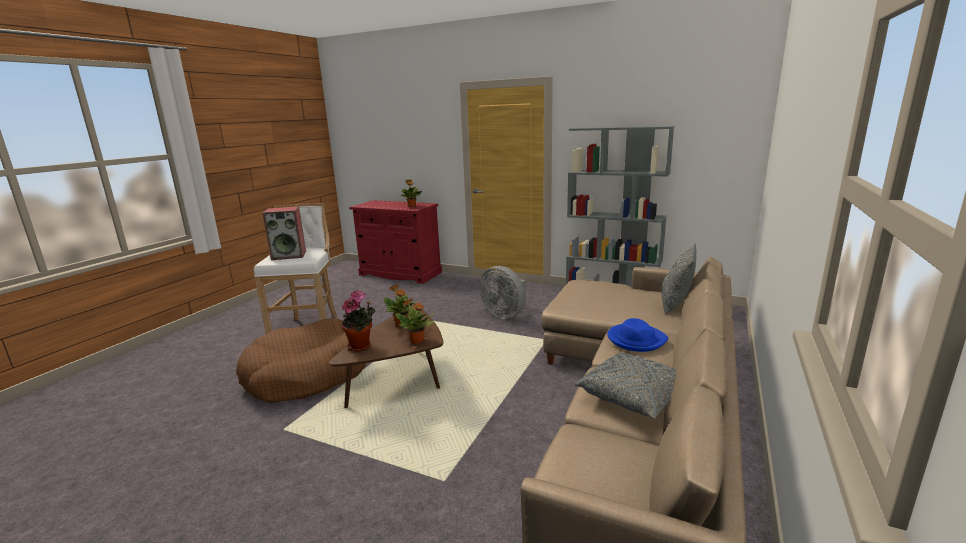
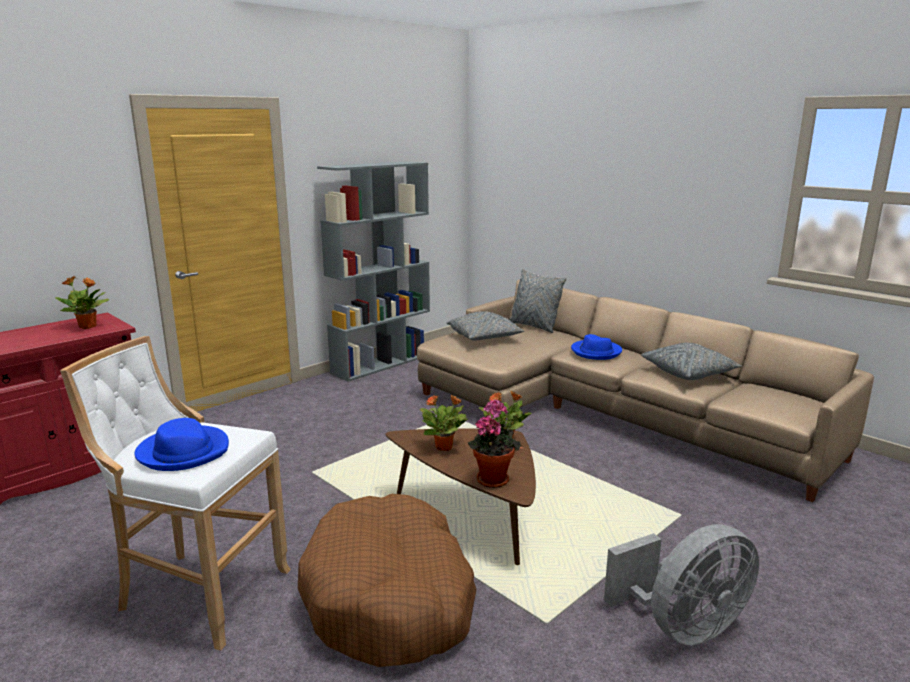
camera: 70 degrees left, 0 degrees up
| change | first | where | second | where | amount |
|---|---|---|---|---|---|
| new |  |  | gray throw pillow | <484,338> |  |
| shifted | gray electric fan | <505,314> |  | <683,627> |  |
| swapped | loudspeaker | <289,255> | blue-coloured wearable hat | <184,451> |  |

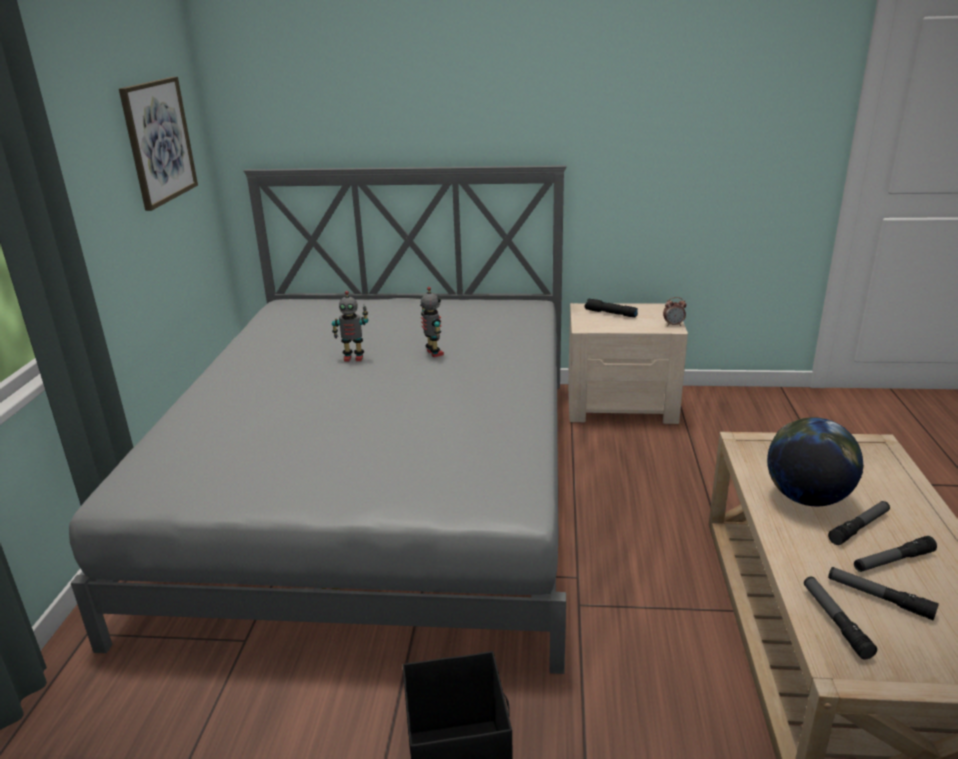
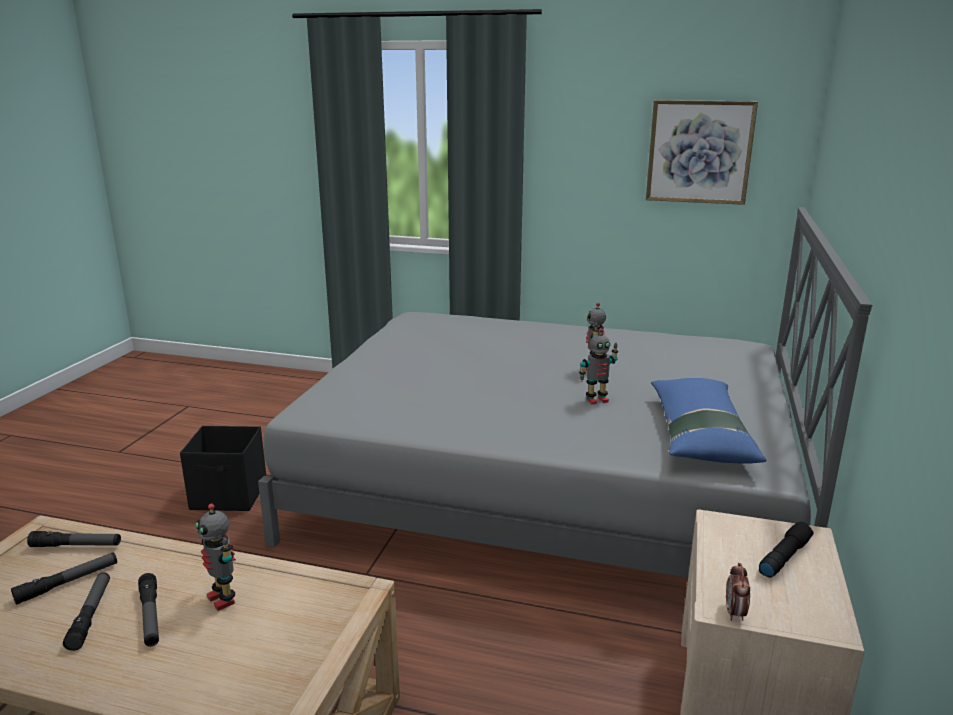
camera: 100 degrees right, 5 degrees down
| change | first | where | second | where | amount |
|---|---|---|---|---|---|
| new |  |  | blue-coloured throw pillow | <699,433> |  |
| swapped | globe | <807,498> | robot figure | <223,599> |  |

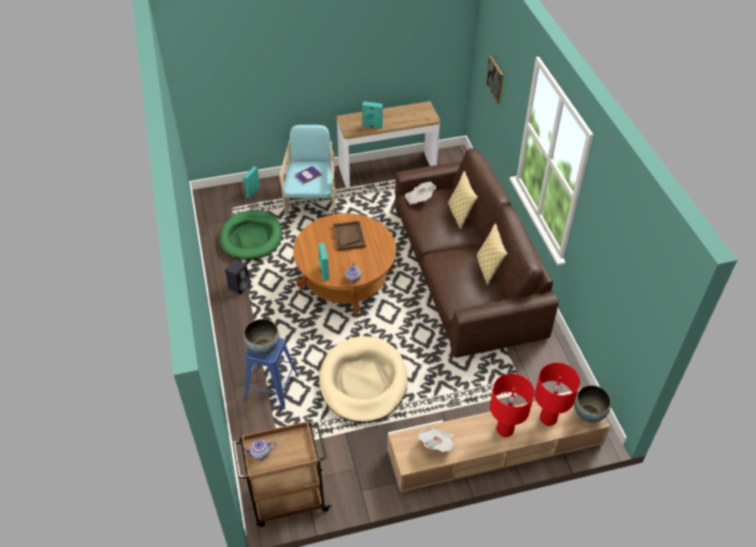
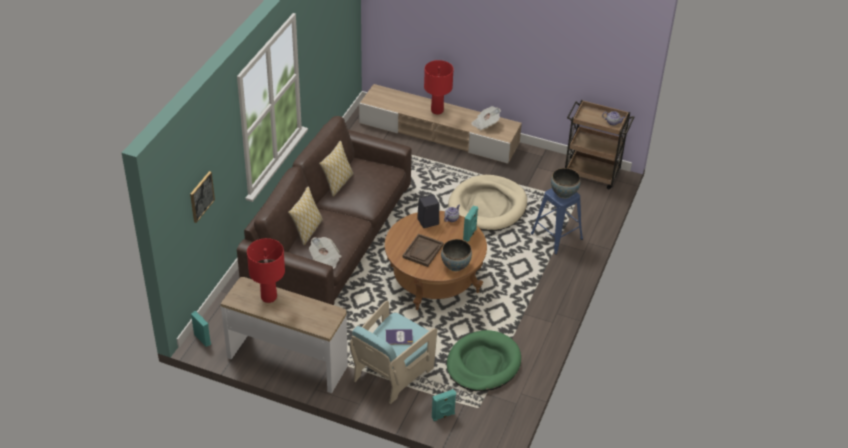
camera: 145 degrees left, 5 degrees down
| change | first | where | second | where | amount |
|---|---|---|---|---|---|
| shifted | blackish loudspeaker | <239,286> |  | <427,222> |  |
| shifted | blue-green loudspeaker | <372,126> |  | <203,339> |  |
| shifted | reddish tabletop lamp | <548,419> |  | <269,297> |  |
| shifted | bowl | <588,414> |  | <455,266> |  |

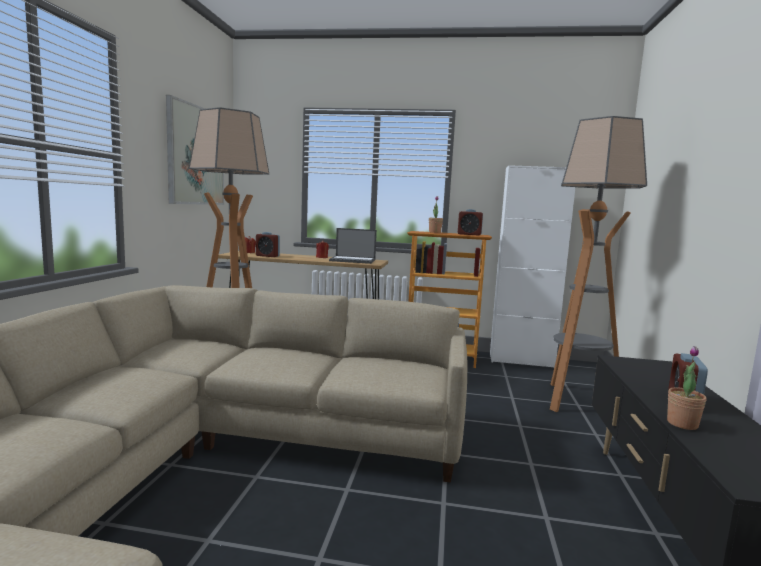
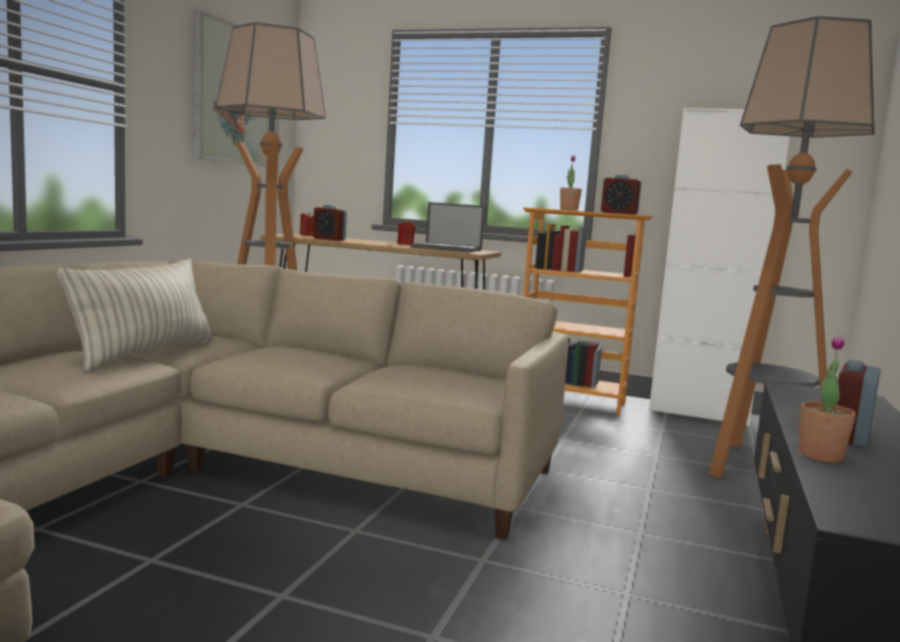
camera: 10 degrees right, 0 degrees up
| change | first | where | second | where | amount |
|---|---|---|---|---|---|
| new |  |  | throw pillow | <145,354> |  |

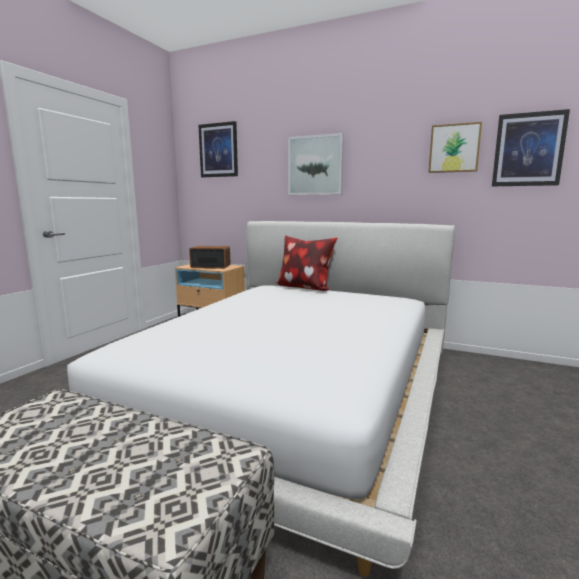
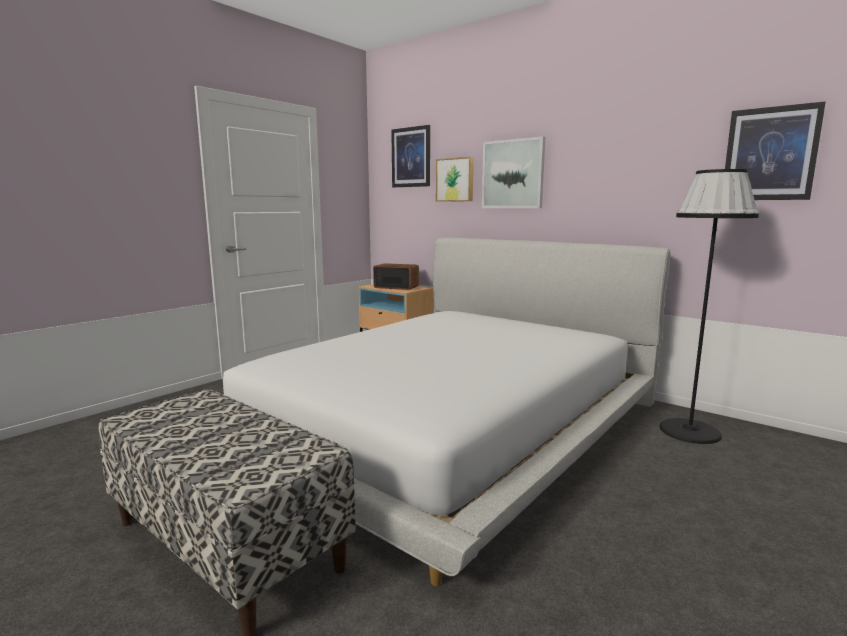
camera: 15 degrees right, 0 degrees up
| change | first | where | second | where | amount |
|---|---|---|---|---|---|
| gone | throw pillow | <304,288> |  |  |  |
| new |  |  | blackish floor lamp | <689,431> |  |
| shifted | wall art | <454,148> |  | <455,180> |  |

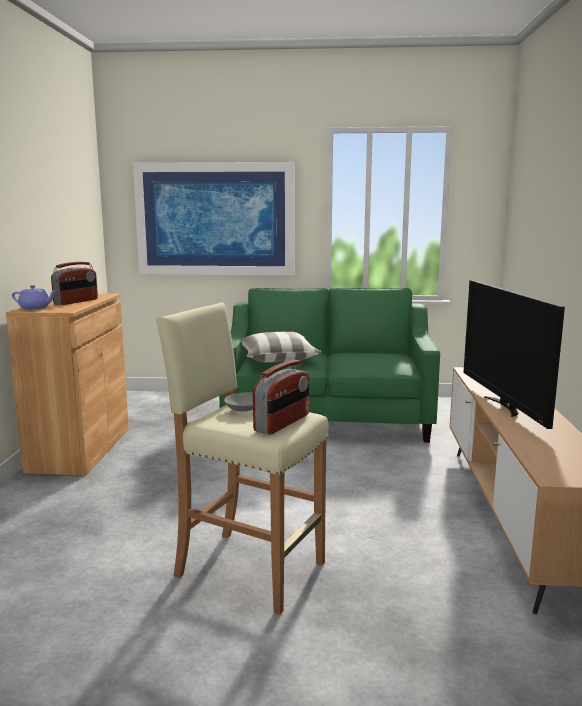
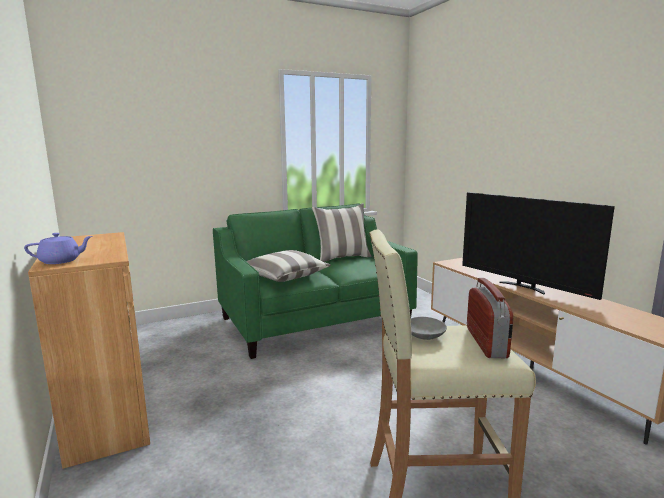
camera: 30 degrees left, 0 degrees up
| change | first | where | second | where | amount |
|---|---|---|---|---|---|
| gone | radio | <76,302> |  |  |  |
| gone | wall art | <215,219> |  |  |  |
| new |  |  | throw pillow | <342,258> |  |

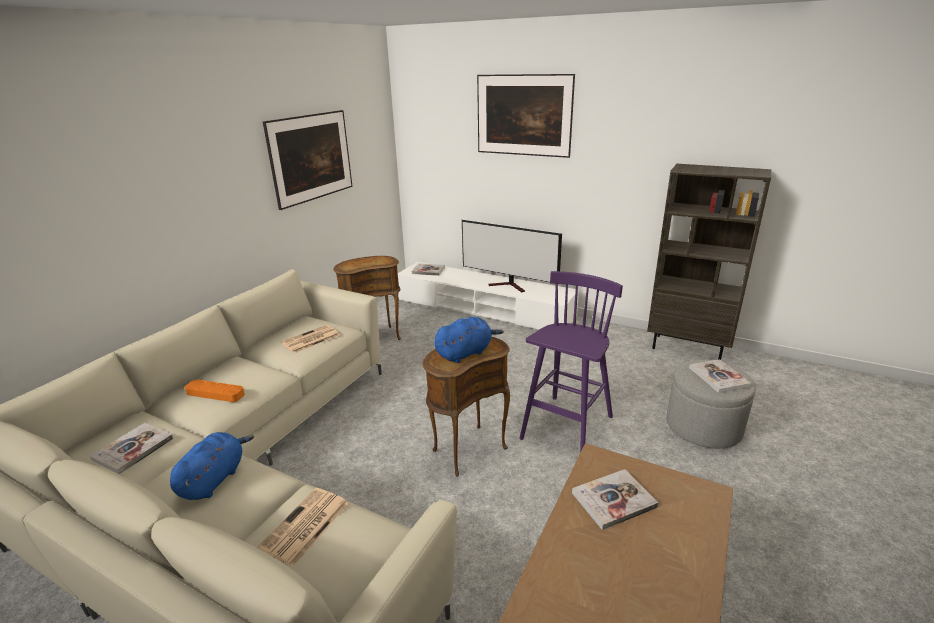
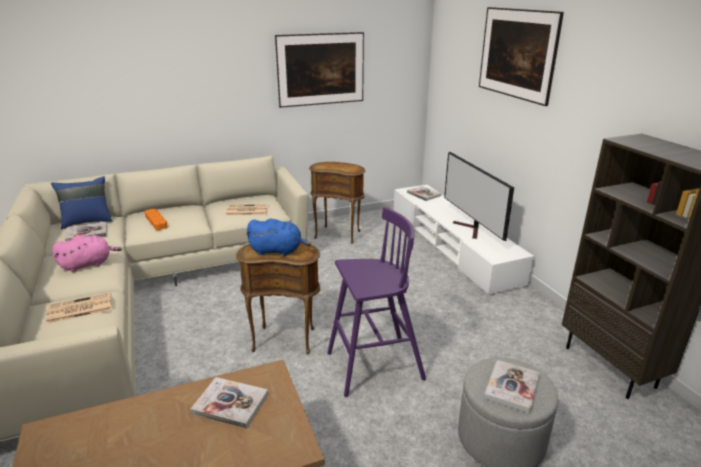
camera: 40 degrees right, 0 degrees up
| change | first | where | second | where | amount |
|---|---|---|---|---|---|
| new |  |  | blue-coloured throw pillow | <87,222> |  |
| repainted | blue-coloured soft toy | <214,479> | pink soft toy | <88,264> |  |

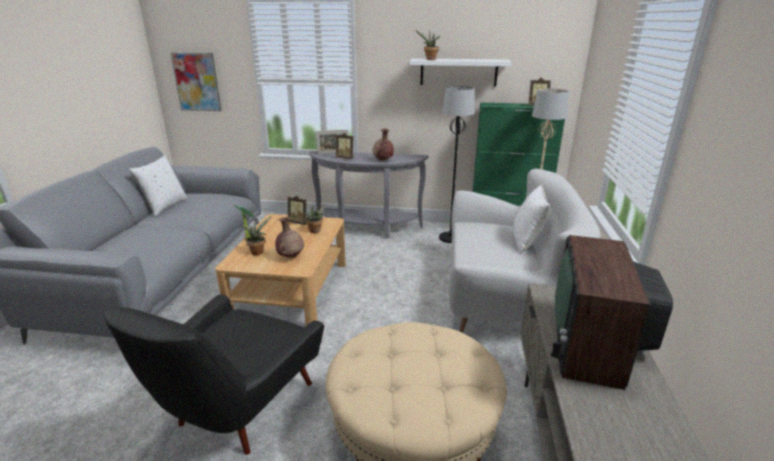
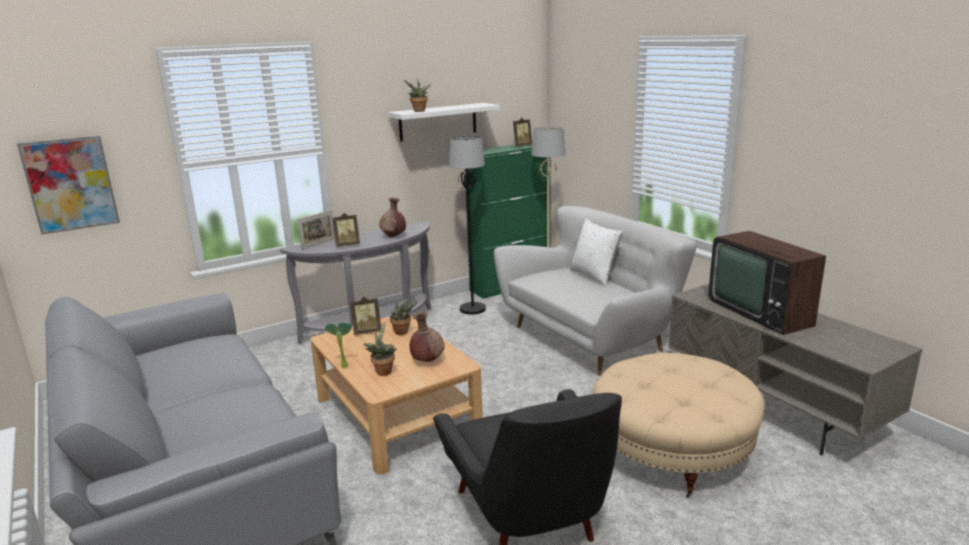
camera: 40 degrees left, 5 degrees down
| change | first | where | second | where | amount |
|---|---|---|---|---|---|
| gone | whitish throw pillow | <165,206> |  |  |  |

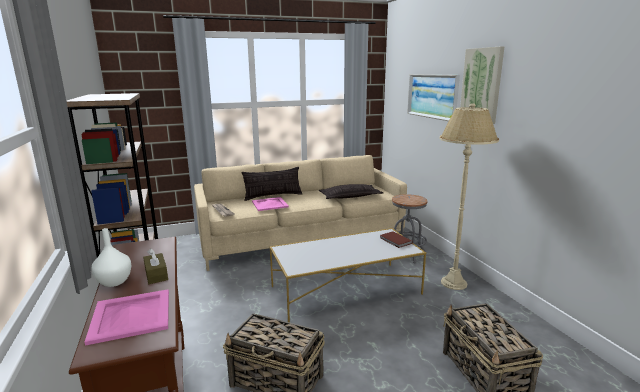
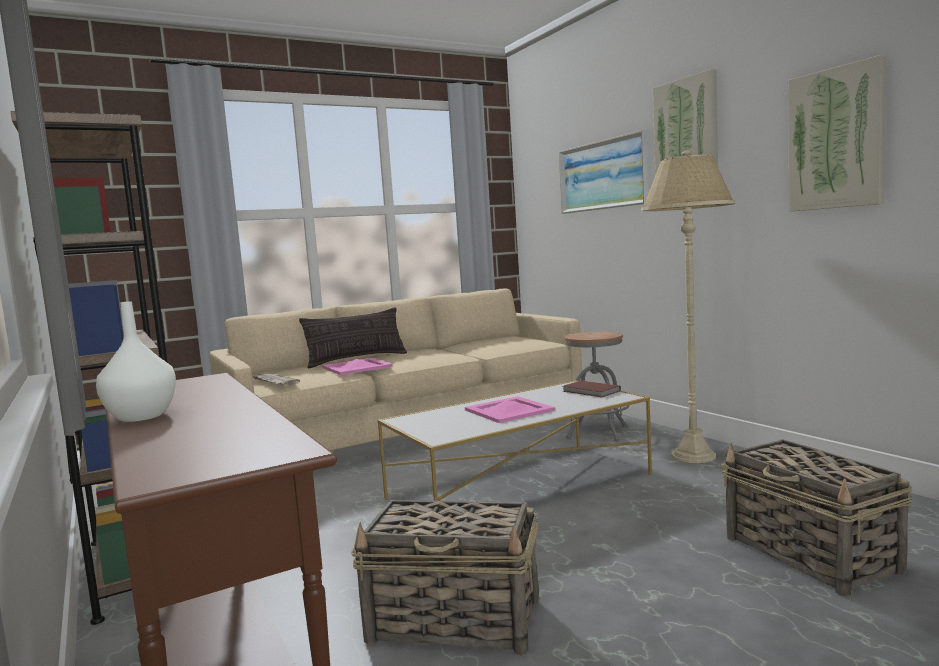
camera: 10 degrees left, 10 degrees down
| change | first | where | second | where | amount |
|---|---|---|---|---|---|
| gone | brownish tissue holder | <156,274> |  |  |  |
| gone | throw pillow | <350,196> |  |  |  |
| new |  |  | wall art | <836,139> |  |
| shifted | pink tray | <132,315> |  | <509,410> |  |

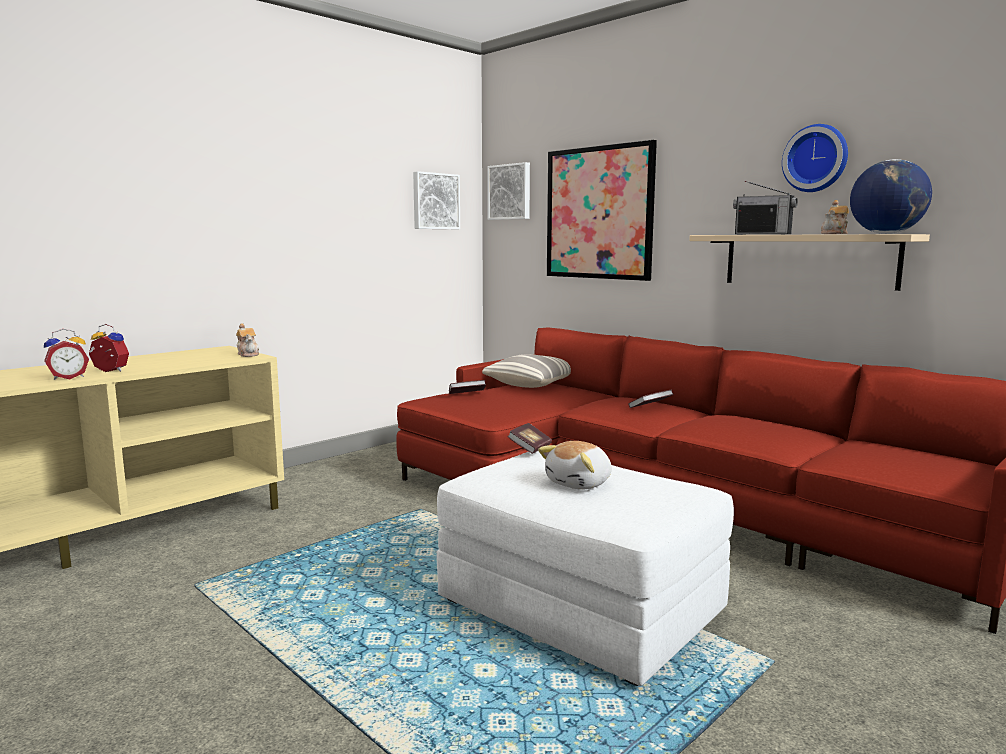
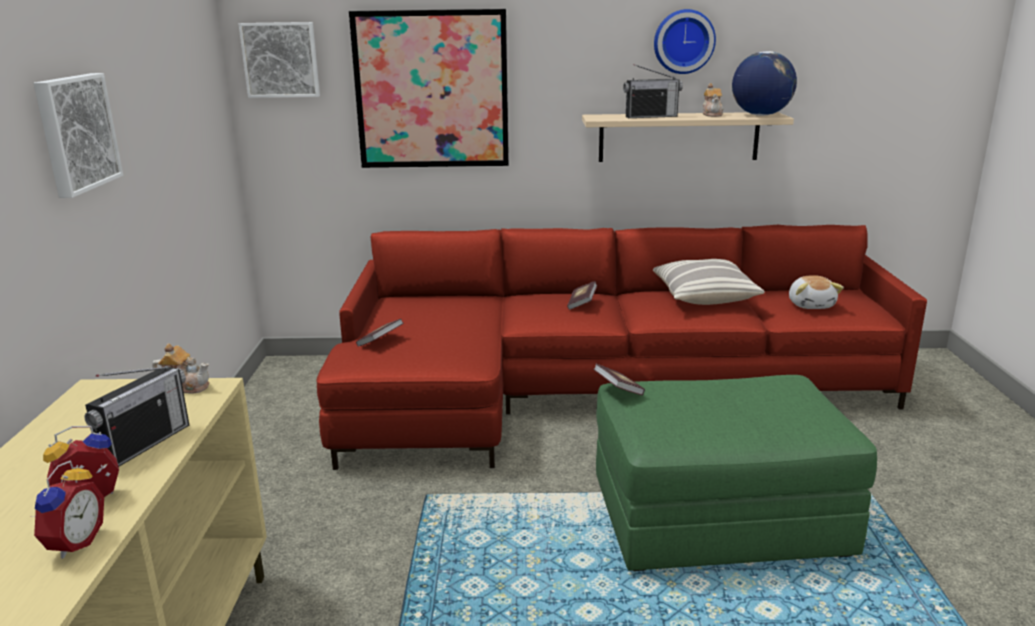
camera: 45 degrees left, 10 degrees up
| change | first | where | second | where | amount |
|---|---|---|---|---|---|
| new |  |  | radio | <145,443> |  |
| shifted | wall art | <435,201> |  | <75,133> |  |
| shifted | throw pillow | <531,384> |  | <703,296> |  |
| shifted | soft toy | <580,483> |  | <811,305> |  |
| repainted | whitish pouffe | <581,607> | green-coloured pouffe | <719,517> |  |

